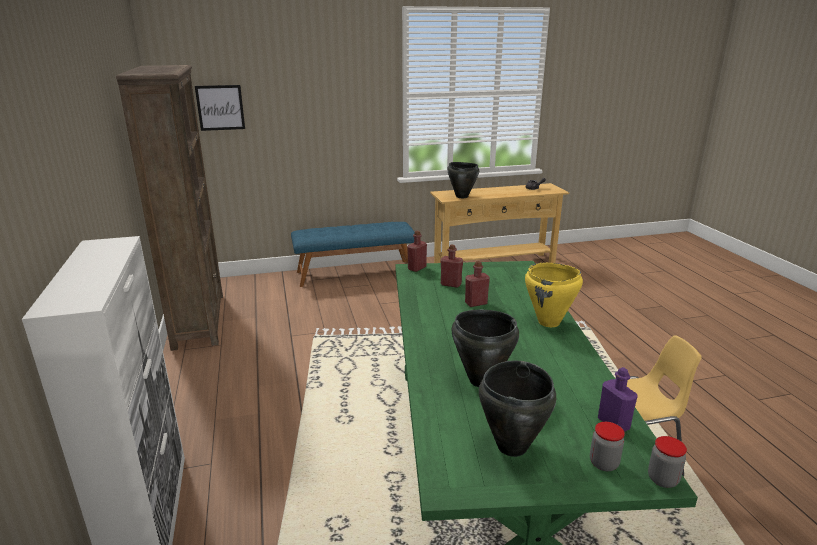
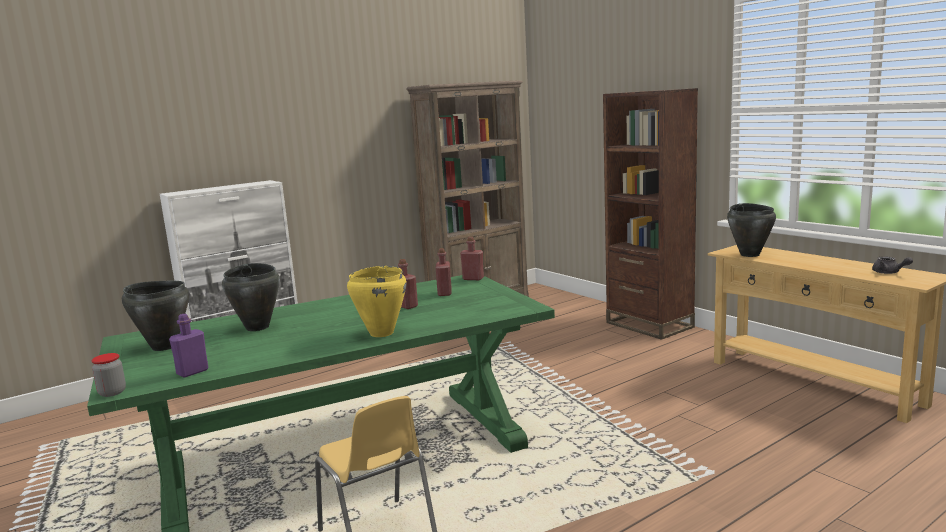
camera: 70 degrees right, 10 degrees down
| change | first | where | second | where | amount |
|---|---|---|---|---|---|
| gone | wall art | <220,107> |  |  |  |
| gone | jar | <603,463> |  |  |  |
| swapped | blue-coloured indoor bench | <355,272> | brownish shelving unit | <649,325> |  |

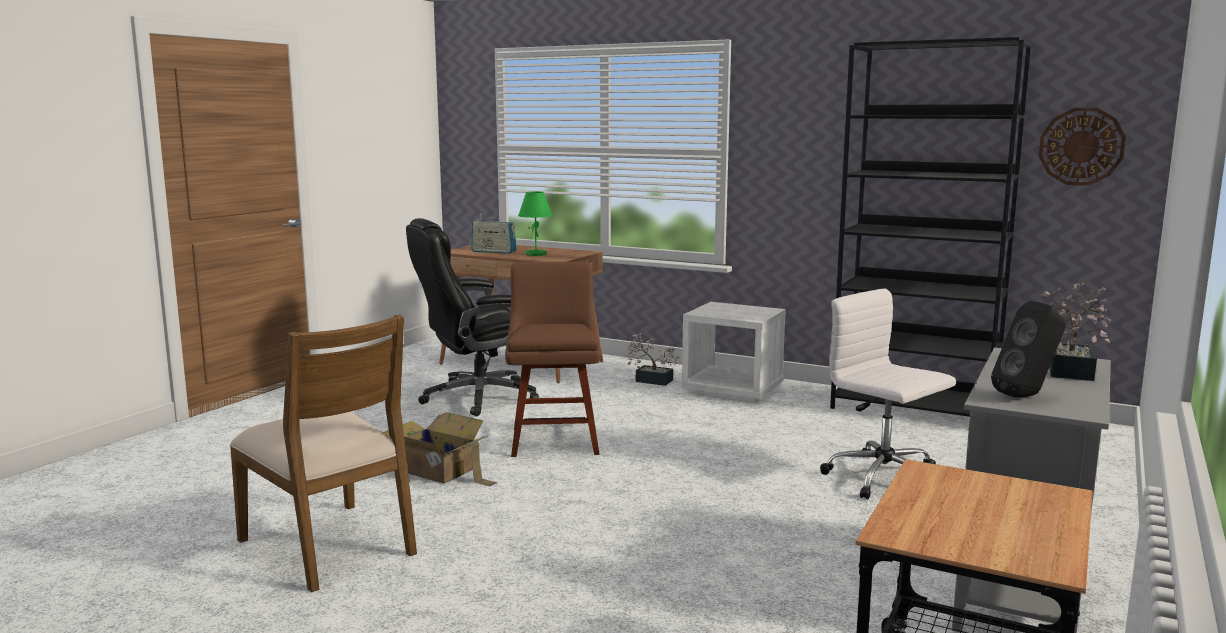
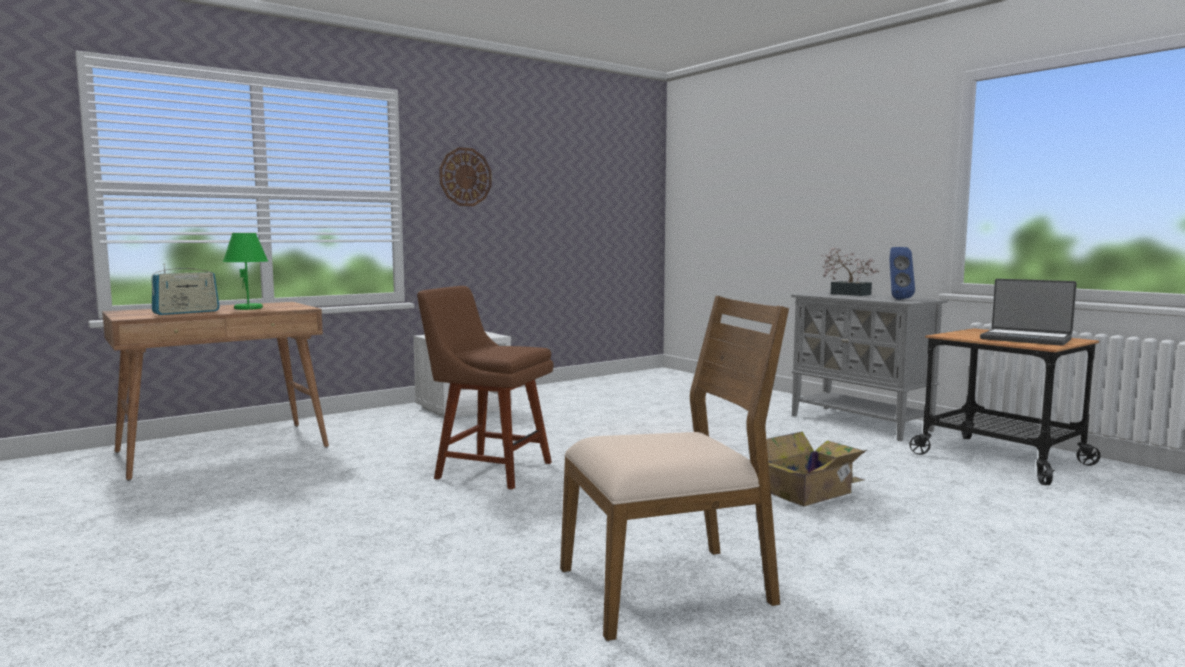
camera: 65 degrees left, 5 degrees down
| change | first | where | second | where | amount |
|---|---|---|---|---|---|
| gone | blackish computer chair | <476,397> |  |  |  |
| gone | plant in a pot | <650,380> |  |  |  |
| gone | whitish computer chair | <885,478> |  |  |  |
| gone | blackish shelving unit | <914,408> |  |  |  |
| new |  |  | notebook computer | <1026,339> |  |
| shifted | carton | <437,470> |  | <812,492> |  |
| shifted | clock on the wall | <1081,146> |  | <465,177> |  |
| repainted | blackish loudspeaker | <1027,396> | blue-coloured loudspeaker | <897,299> |  |

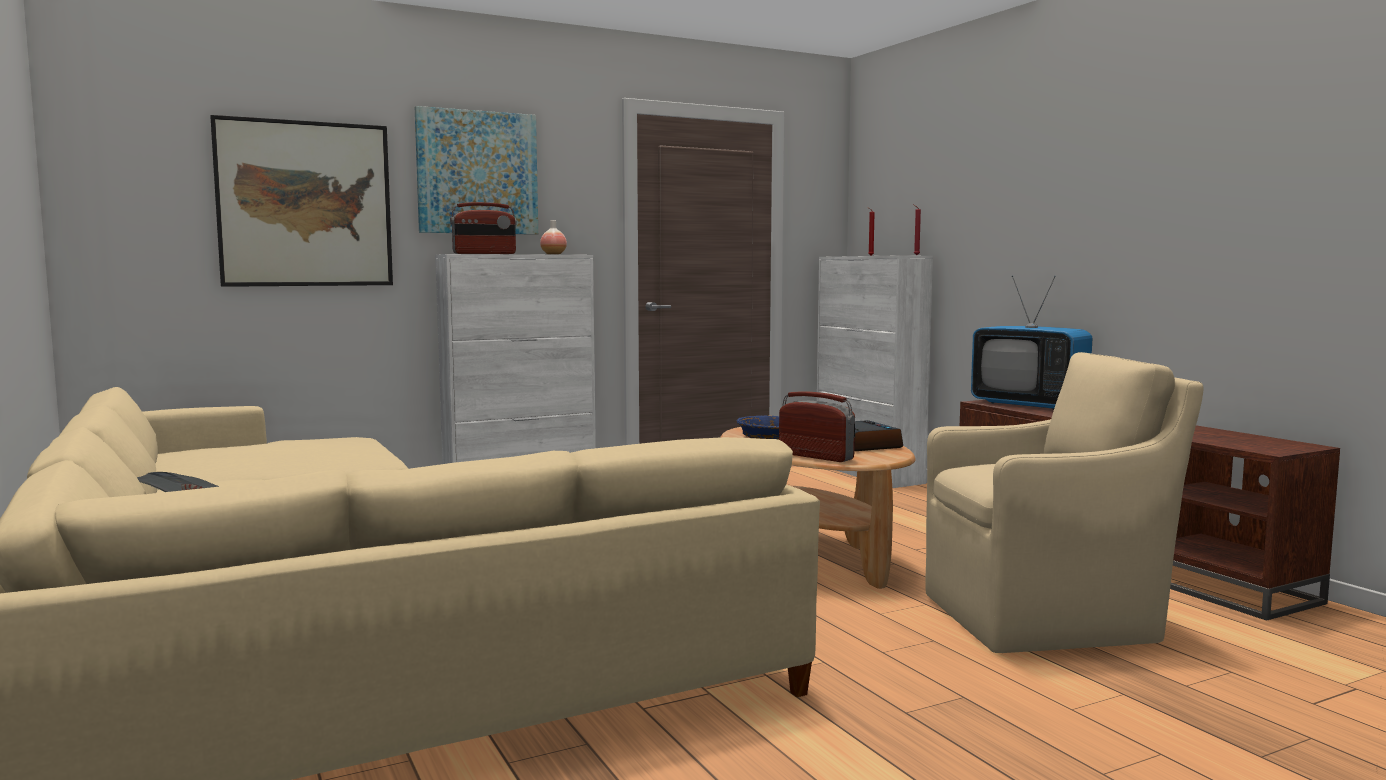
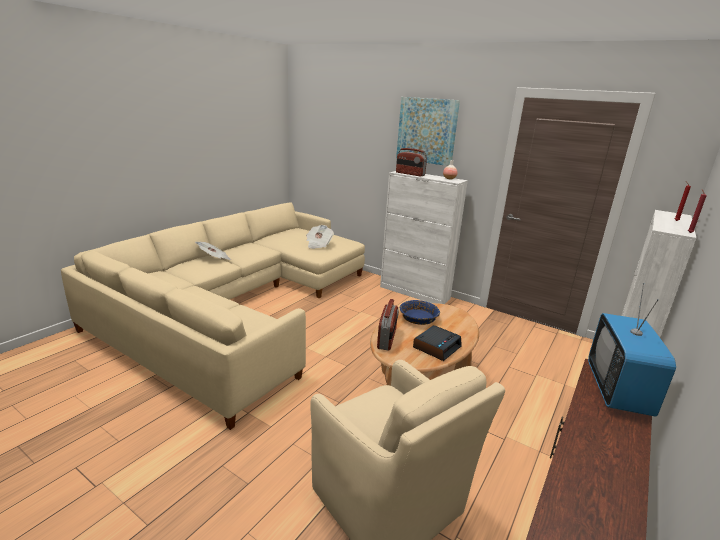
camera: 60 degrees right, 15 degrees up
| change | first | where | second | where | amount |
|---|---|---|---|---|---|
| gone | wall art | <305,204> |  |  |  |
| new |  |  | newspaper | <318,244> |  |

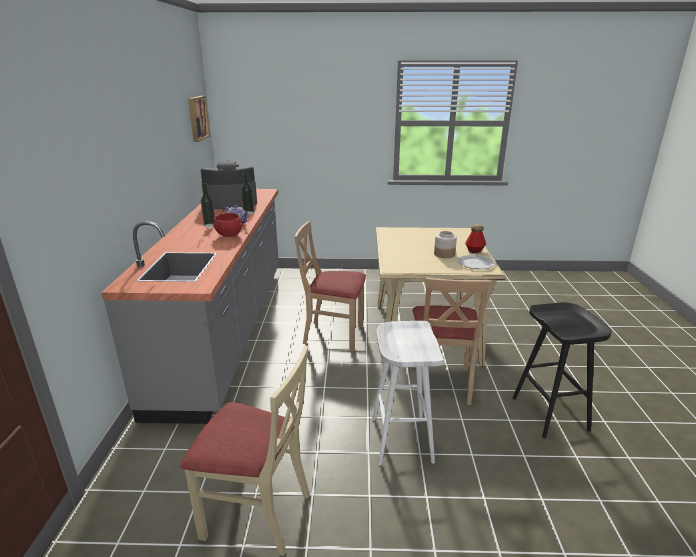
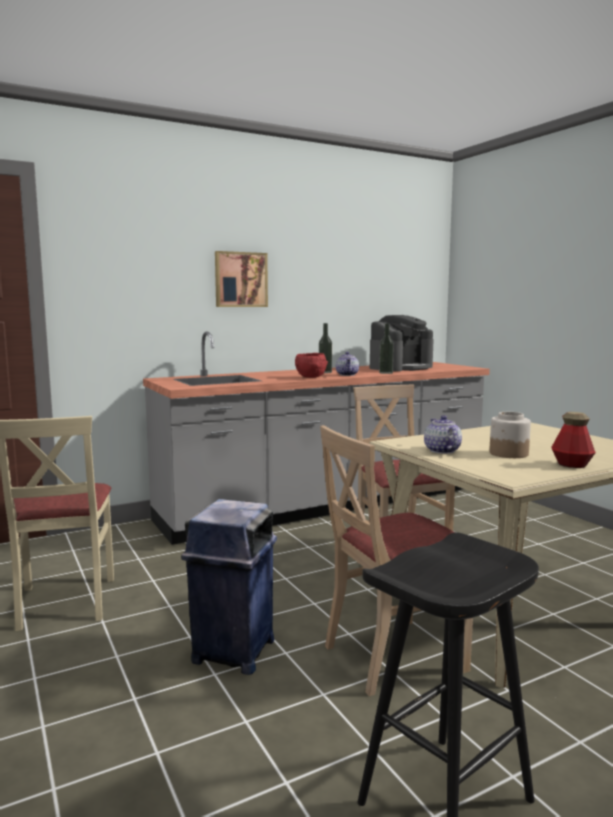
camera: 60 degrees right, 15 degrees down
| change | first | where | second | where | amount |
|---|---|---|---|---|---|
| gone | flat dish | <475,263> |  |  |  |
| new |  |  | teapot | <442,451> |  |
| shifted | wall art | <197,118> |  | <240,279> |  |
| swapped | whitish stool seat | <400,439> | blue-coloured waste bin | <233,652> |  |
| rotated | coffee machine | <230,203> |  | <401,367> | 90 degrees clockwise |

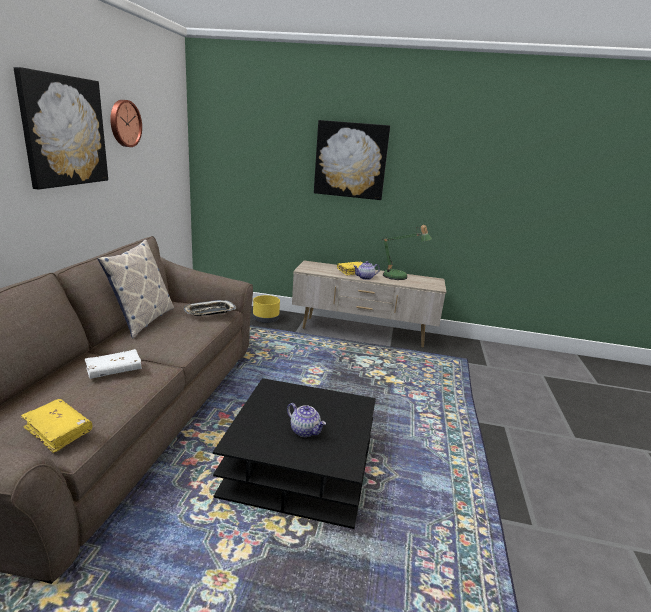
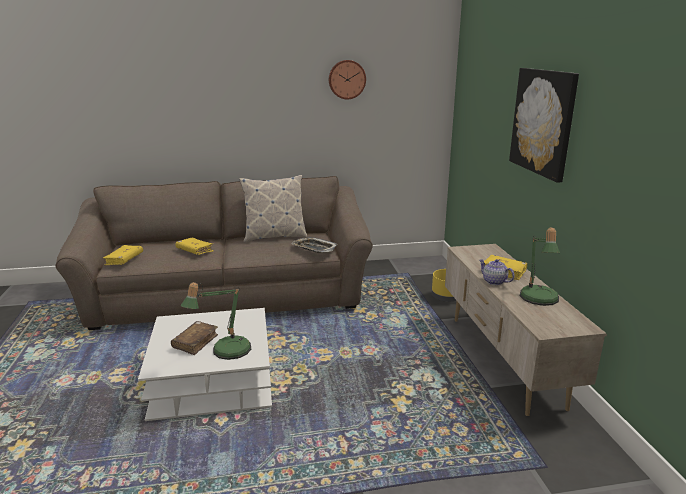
camera: 70 degrees right, 0 degrees up
| change | first | where | second | where | amount |
|---|---|---|---|---|---|
| gone | wall art | <64,131> |  |  |  |
| new |  |  | tabletop lamp | <226,352> |  |
| swapped | teapot | <305,431> | brownish book | <195,342> |  |
| repainted | whitish book | <114,370> | yellow-coloured book | <194,251> |  |
| repainted | blackish lounge table | <300,465> | whitish lounge table | <212,379> |  |

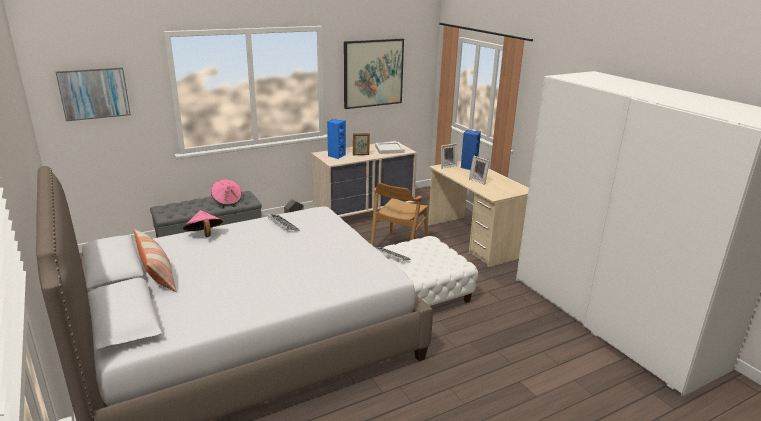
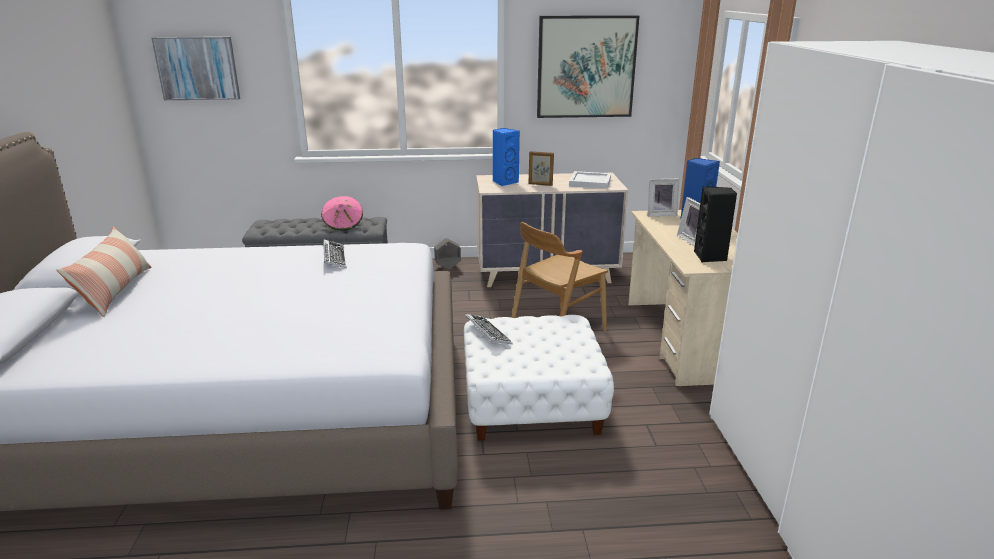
camera: 25 degrees right, 0 degrees up
| change | first | where | second | where | amount |
|---|---|---|---|---|---|
| gone | pink wearable hat | <204,235> |  |  |  |
| new |  |  | blackish loudspeaker | <710,257> |  |

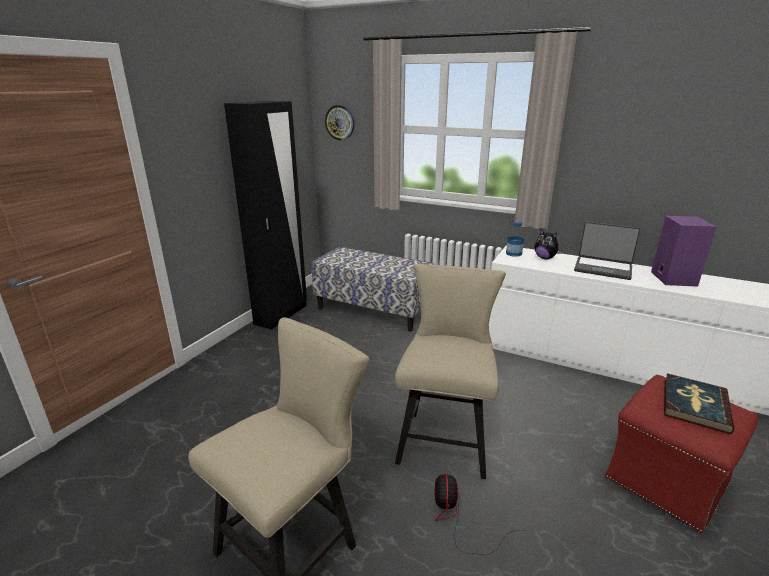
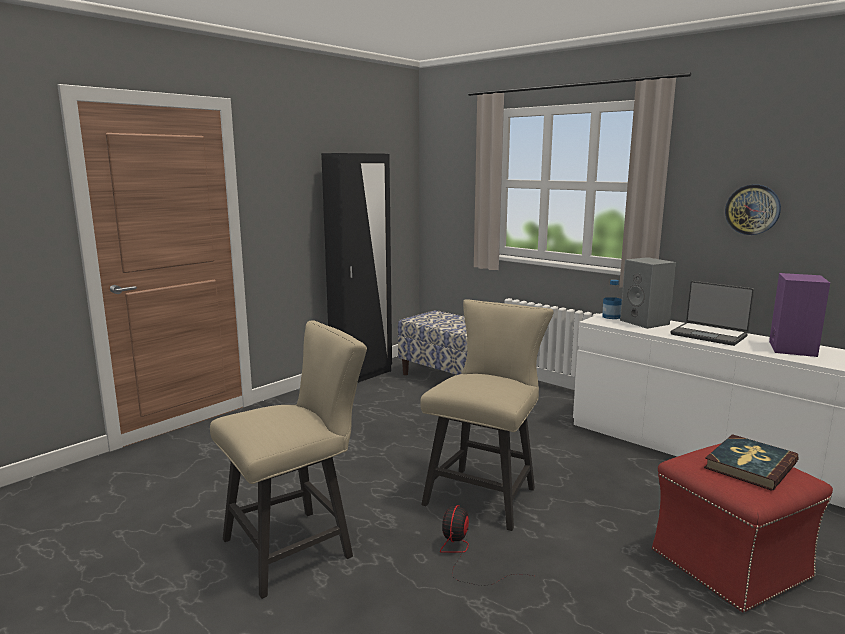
camera: 15 degrees right, 10 degrees down
| change | first | where | second | where | amount |
|---|---|---|---|---|---|
| shifted | clock on the wall | <340,122> |  | <752,209> |  |
| swapped | soft toy | <545,258> | gray loudspeaker | <646,322> |  |

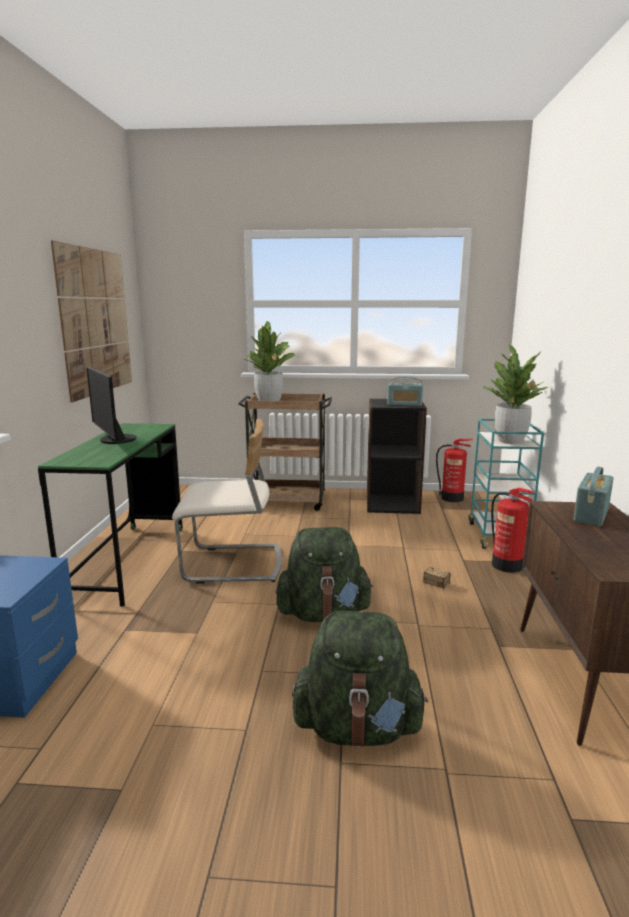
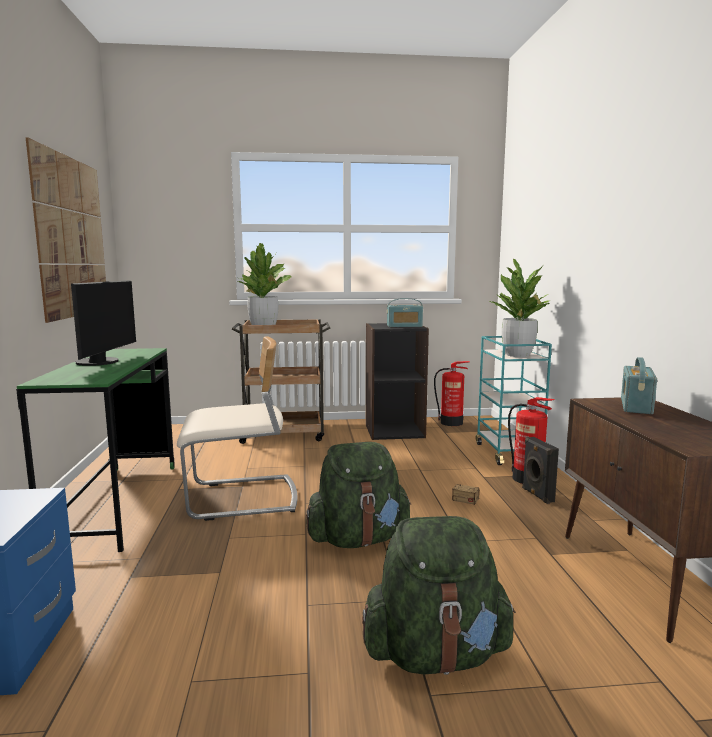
camera: 10 degrees left, 5 degrees down
| change | first | where | second | where | amount |
|---|---|---|---|---|---|
| new |  |  | blackish loudspeaker | <536,495> |  |
| rotated | monitor | <114,440> |  | <102,362> | 135 degrees counterclockwise |

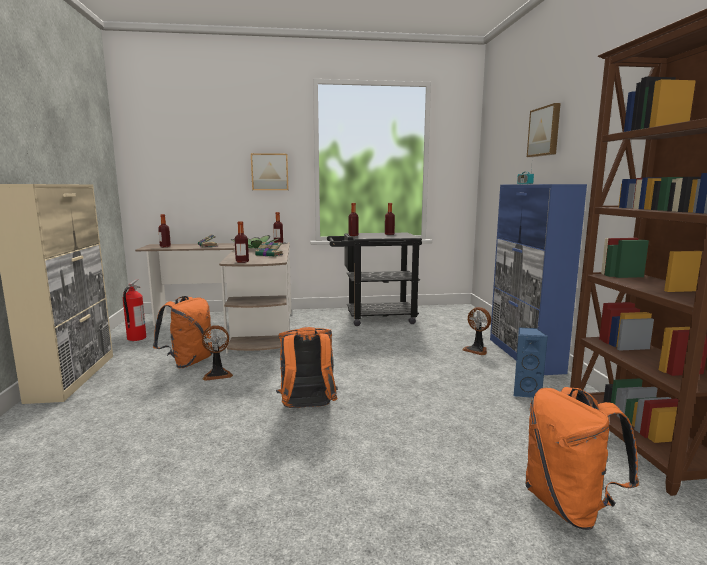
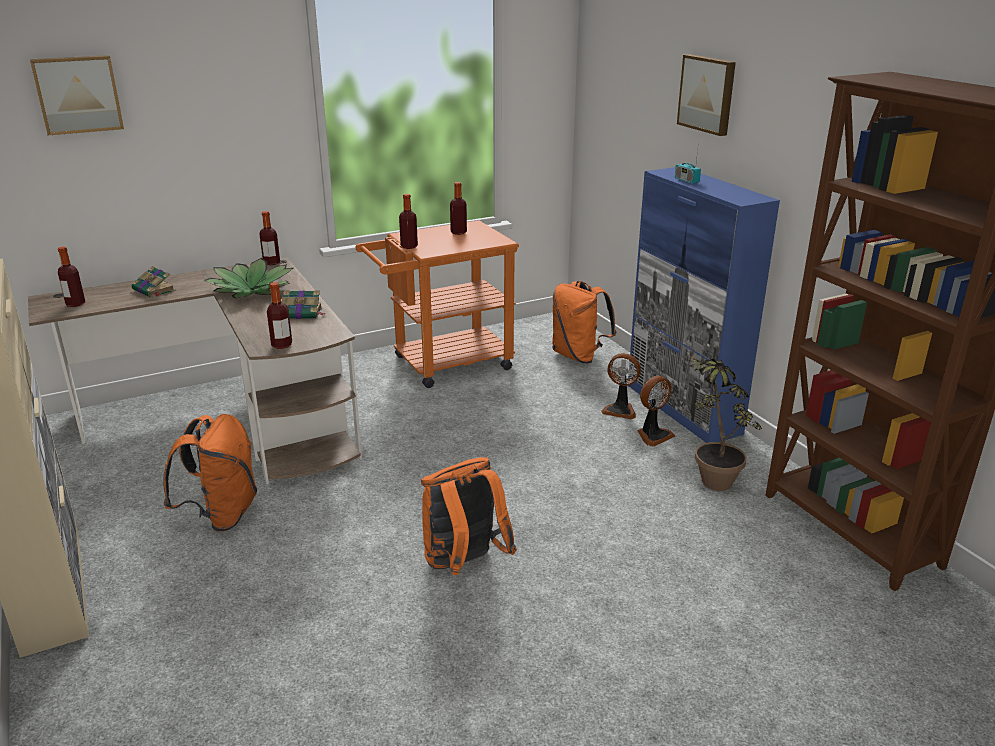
camera: 20 degrees left, 15 degrees up
| change | first | where | second | where | amount |
|---|---|---|---|---|---|
| gone | extinguisher | <136,338> |  |  |  |
| shifted | electric fan | <217,374> |  | <653,435> |  |
| shifted | wall art | <270,172> |  | <78,94> |  |
| shifted | orange-coloured backpack | <569,506> |  | <578,356> |  |
| swapped | blue-coloured loudspeaker | <525,392> | plant in a pot | <710,476> |  |
| repainted | blackish wheeled cart | <373,318> | orange-coloured wheeled cart | <443,364> |  |

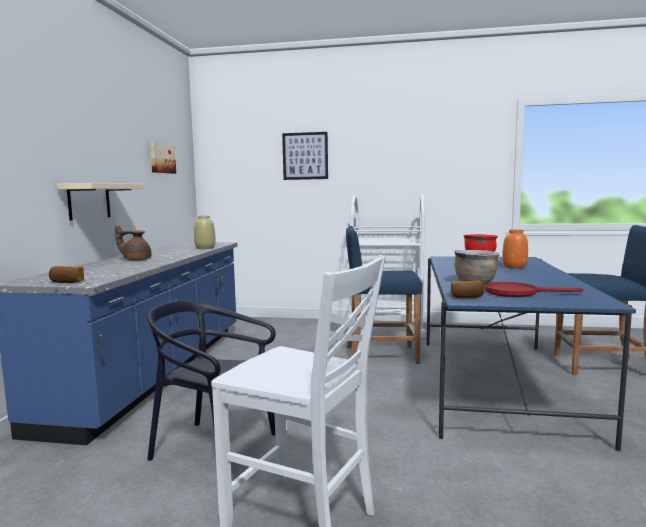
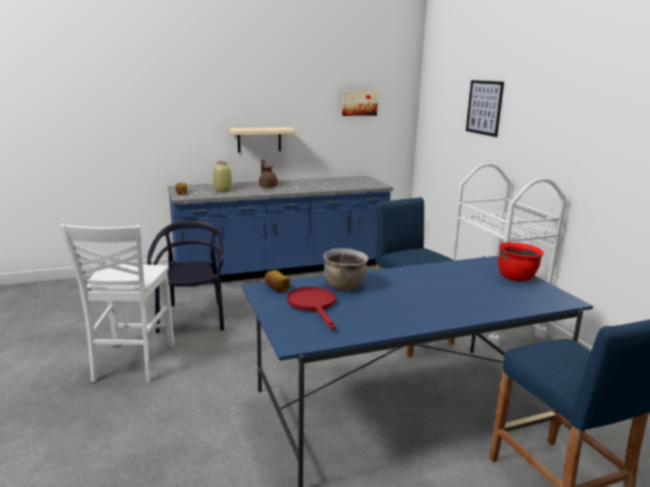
camera: 60 degrees right, 10 degrees up
| change | first | where | second | where | amount |
|---|---|---|---|---|---|
| gone | orange-coloured vase | <514,267> |  |  |  |
| shifted | sand-coloured vase | <205,248> |  | <222,190> |  |

